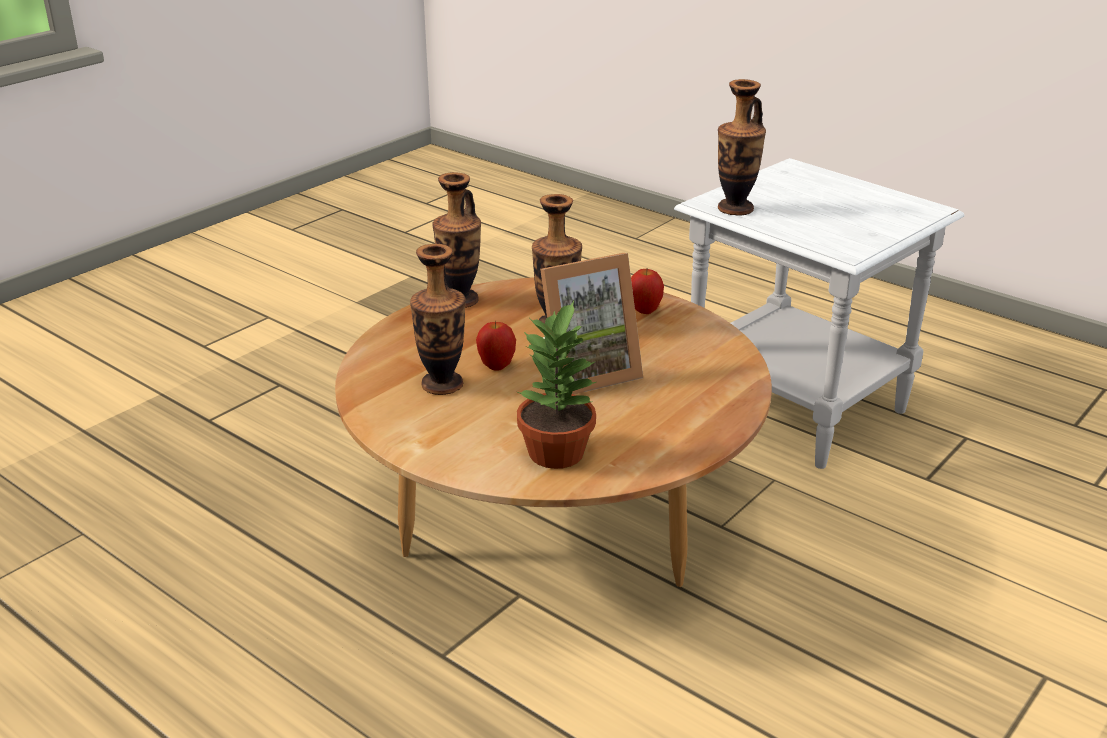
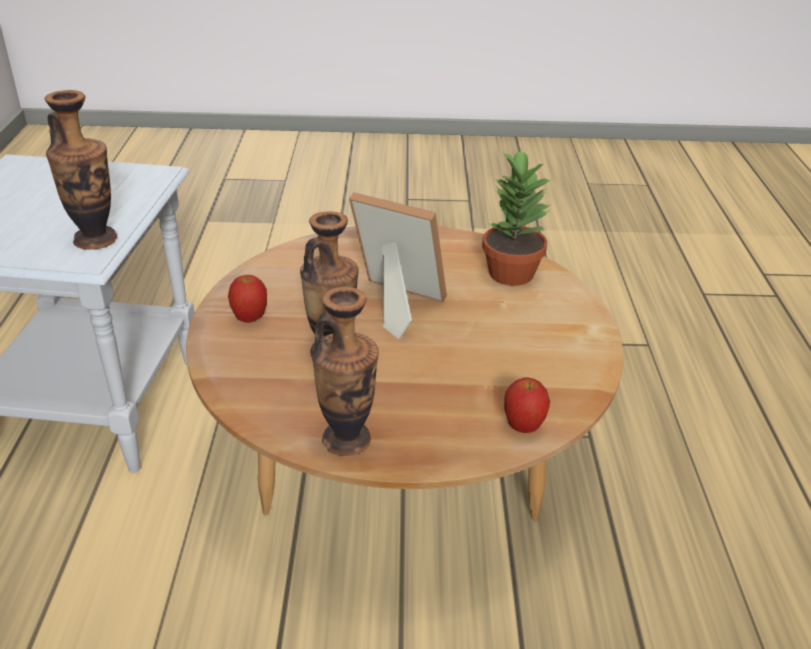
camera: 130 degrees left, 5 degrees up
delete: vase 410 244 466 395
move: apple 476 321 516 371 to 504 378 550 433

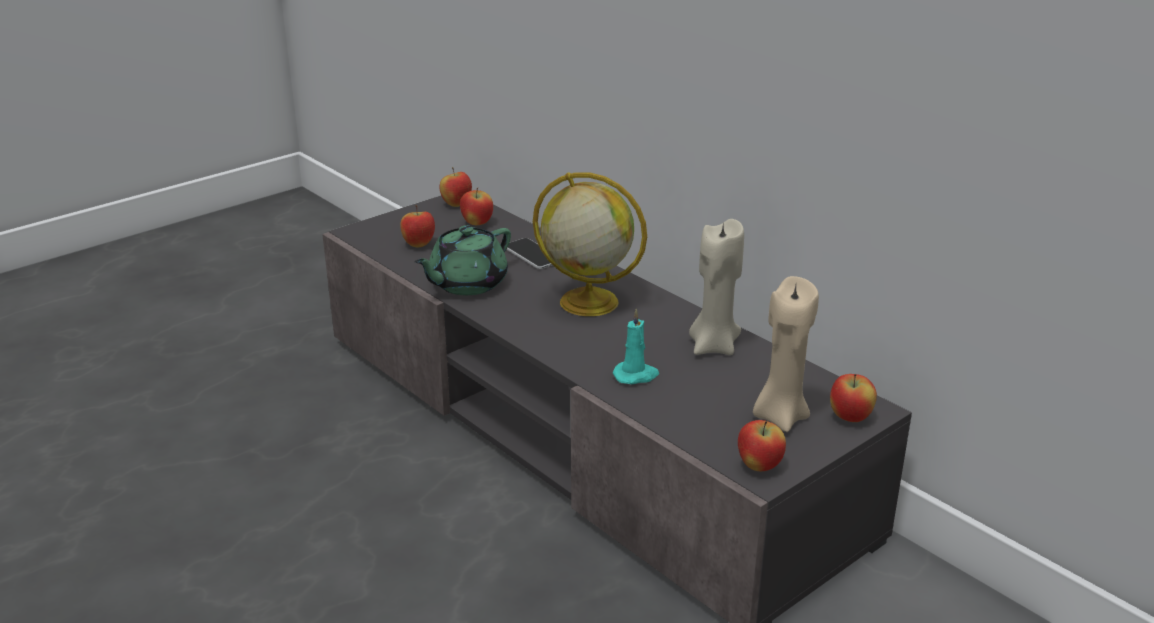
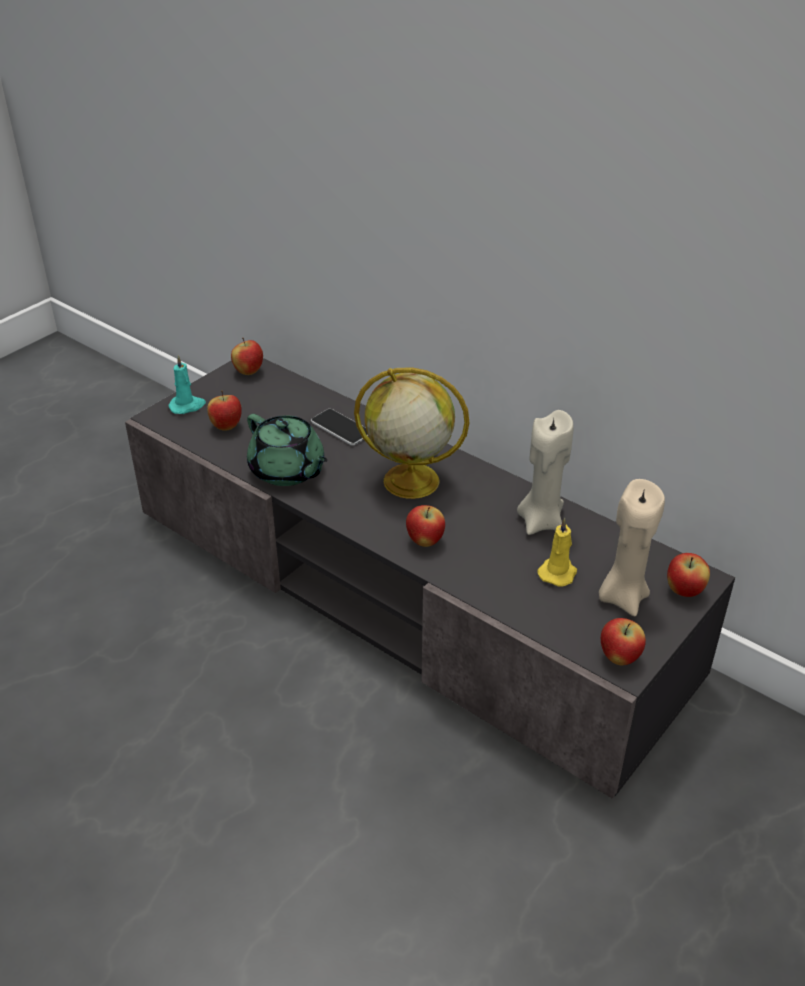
camera: 10 degrees left, 10 degrees up
insert: yellow candle 537 518 577 587
move: apple 460 188 493 225 to 406 505 445 547; turquoise candle 613 308 659 384 to 168 355 206 414
rotate: green teapot 414 225 511 295 = 247 414 328 486 75 degrees counterclockwise

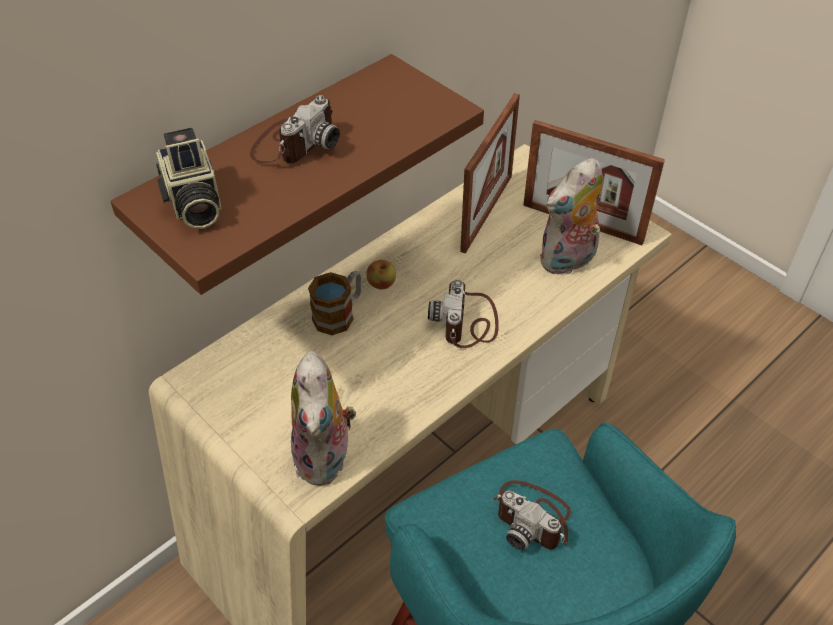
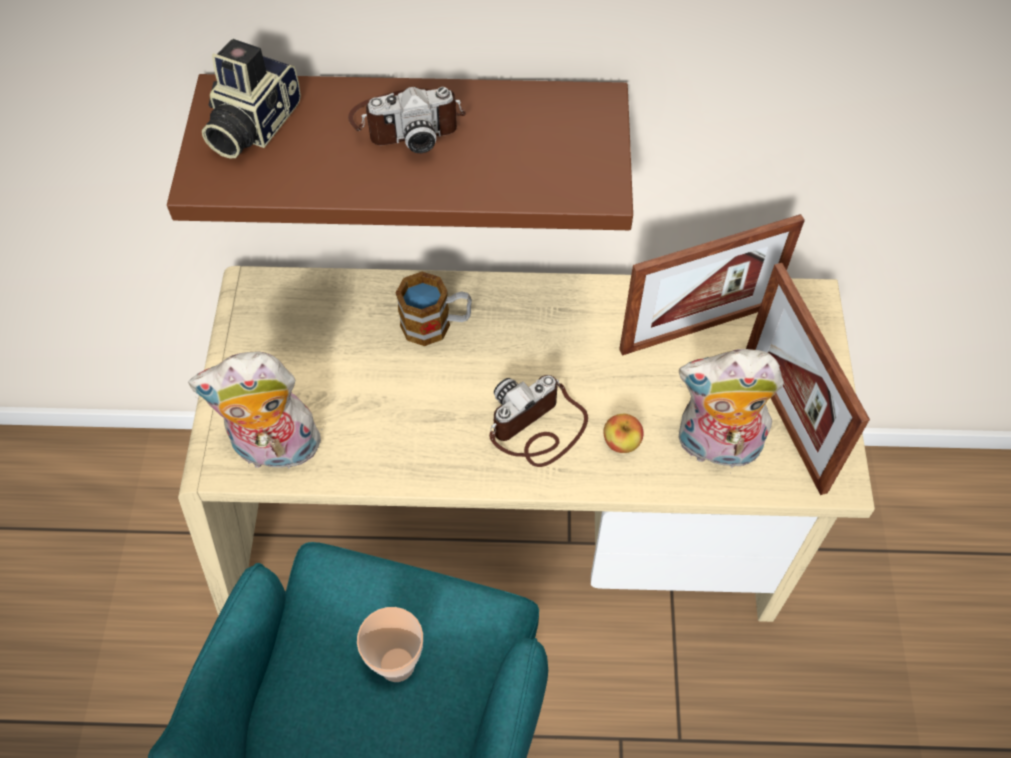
camera: 45 degrees right, 10 degrees up
move: apple 366 260 396 290 to 603 414 644 453
replace: photo camera 493 480 571 550 to cup 357 607 423 682
rotate: plush toy 291 351 356 486 = 188 351 326 475 45 degrees clockwise

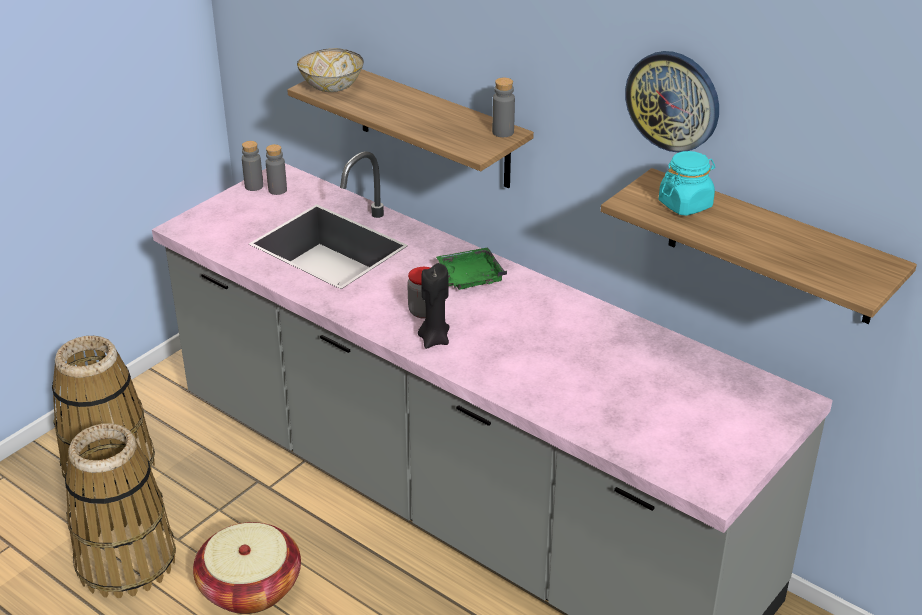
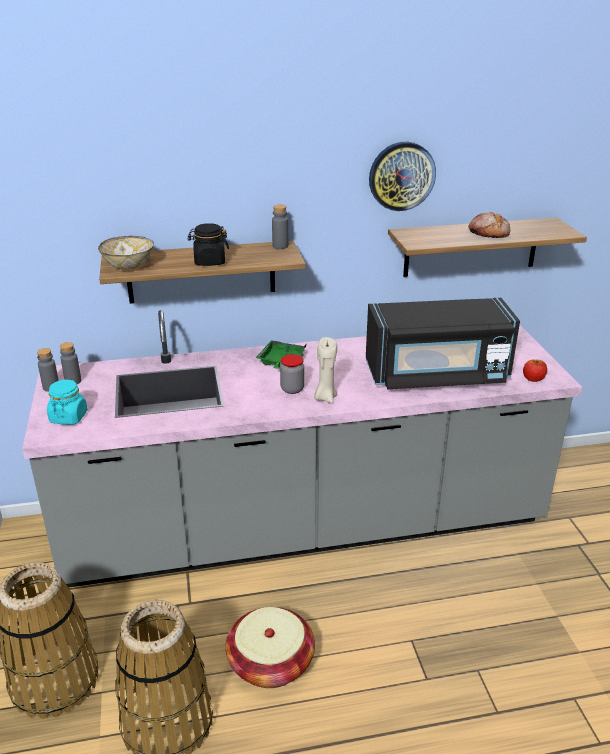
camera: 50 degrees left, 5 degrees down
insert: black jar 188 223 229 266; black microwave 366 298 520 389; bread 468 212 510 238; apple 523 359 547 382
move: turquoise jar 659 151 715 216 to 47 380 88 425
recolor: black candle 418 263 450 349 to beige candle 314 337 337 403

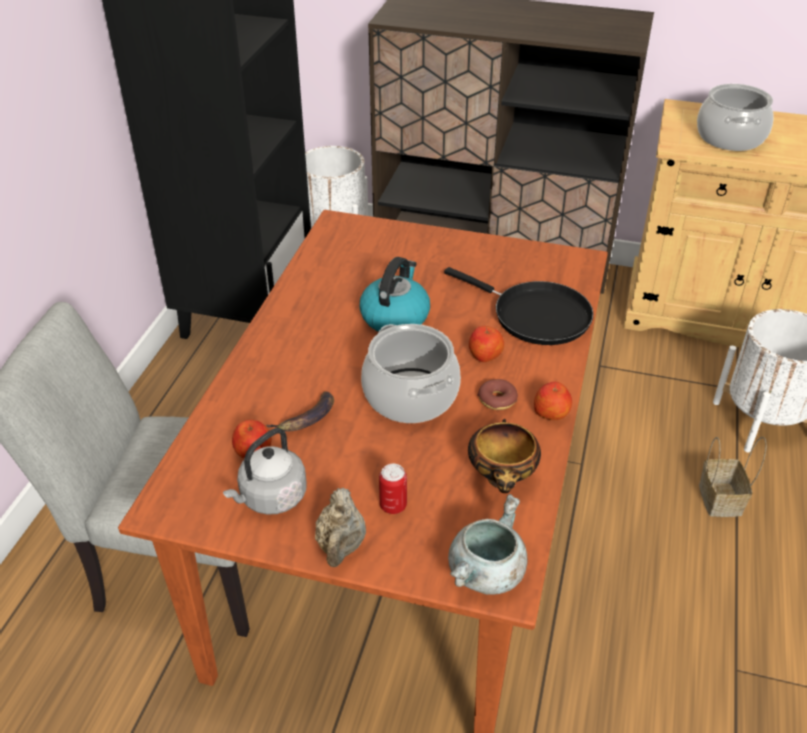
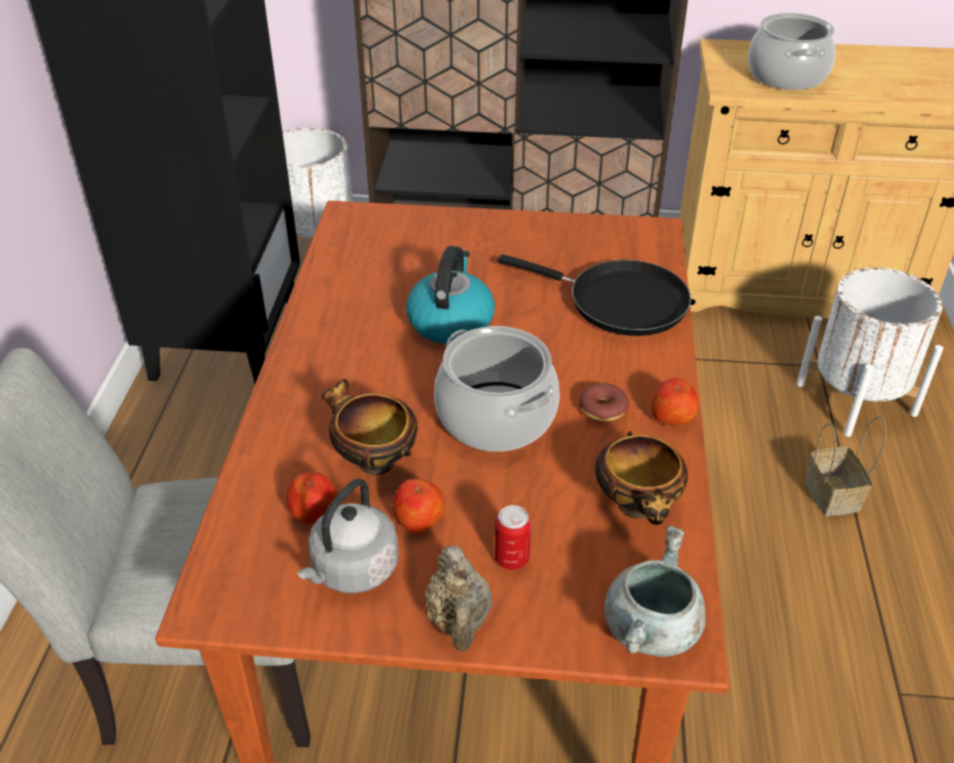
camera: 10 degrees left, 0 degrees up
move: apple 469 326 504 362 to 393 479 445 533
replace: banana 266 391 334 432 to bowl 322 379 417 475

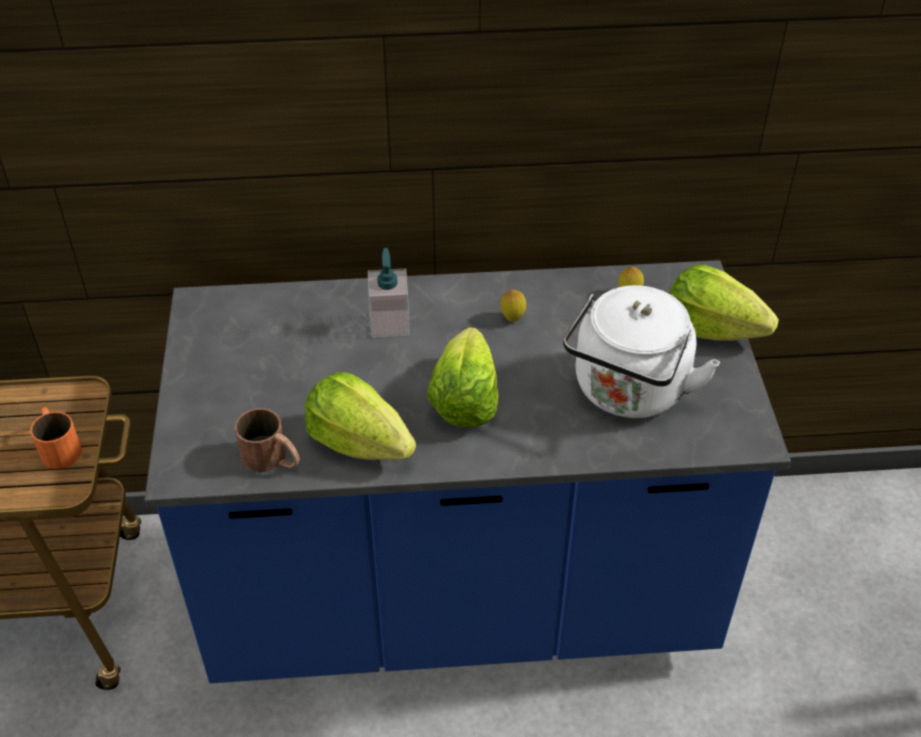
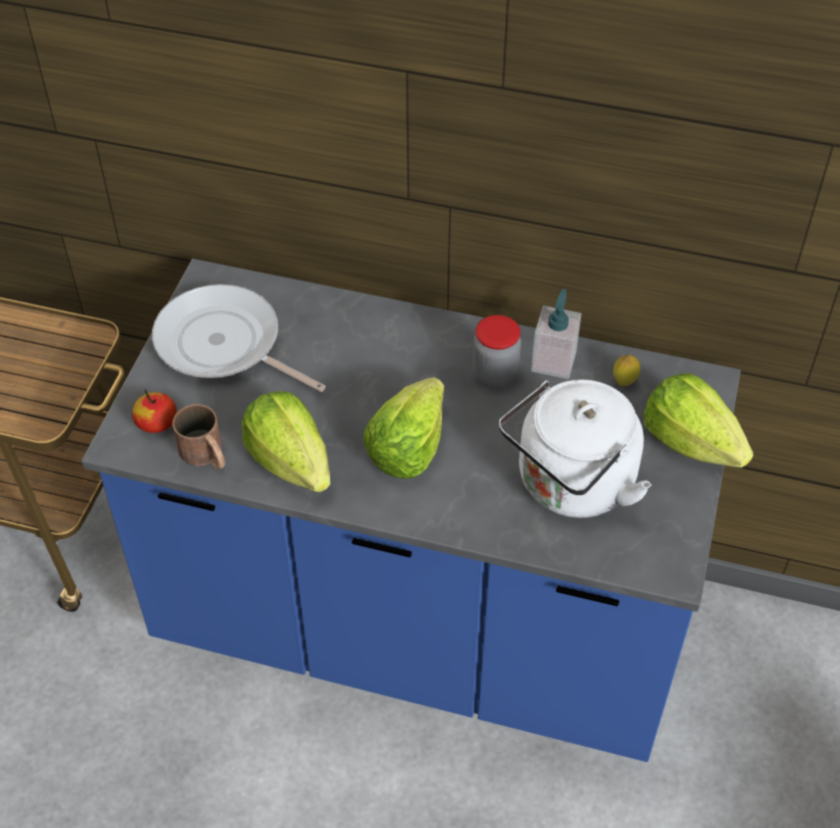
camera: 20 degrees right, 5 degrees up
delete: orange mug 30 407 82 469
insert: apple 132 390 177 433; frying pan 152 284 326 392
move: soap dispenser 368 248 410 338 to 531 289 581 379
replace: lemon 501 289 526 322 to jar 472 315 521 389

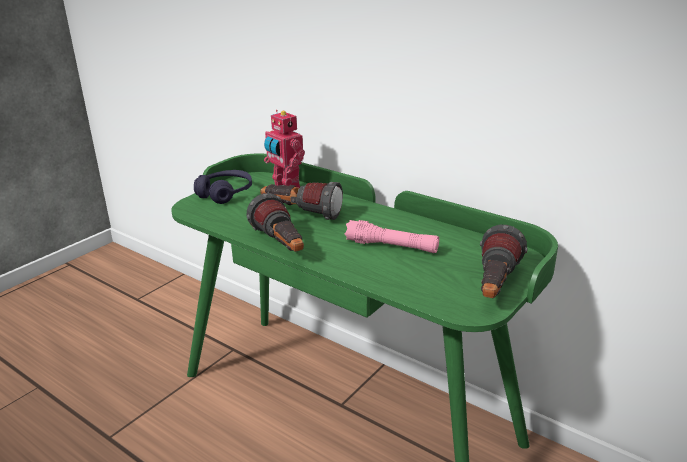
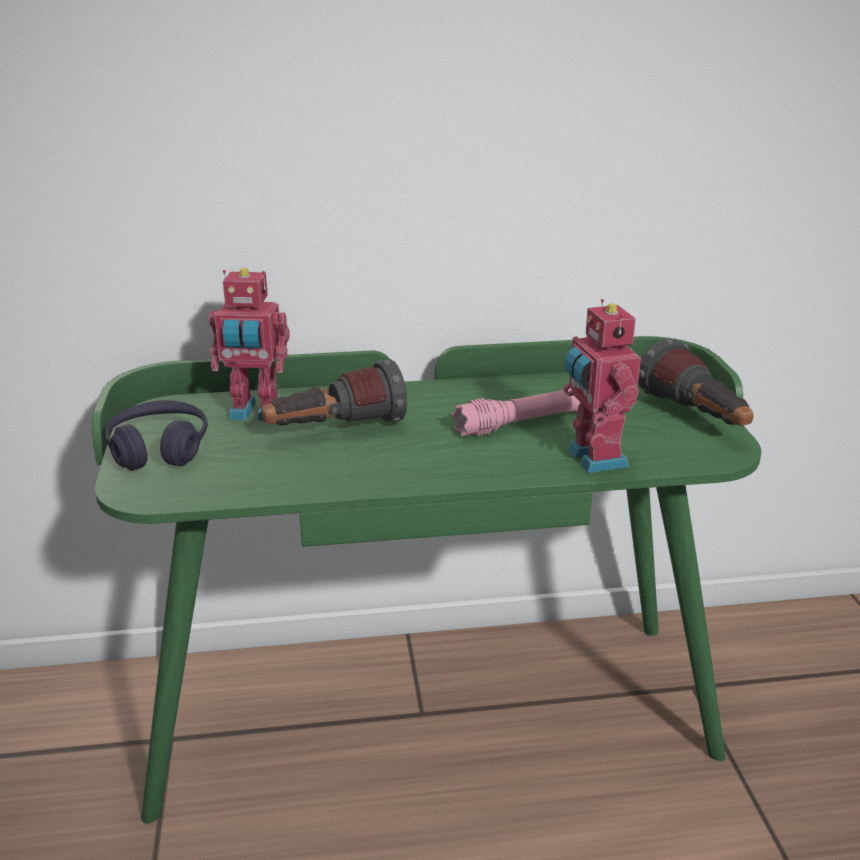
camera: 45 degrees left, 0 degrees up
delete: flashlight 246 193 304 252
insert: toy robot 563 299 641 473

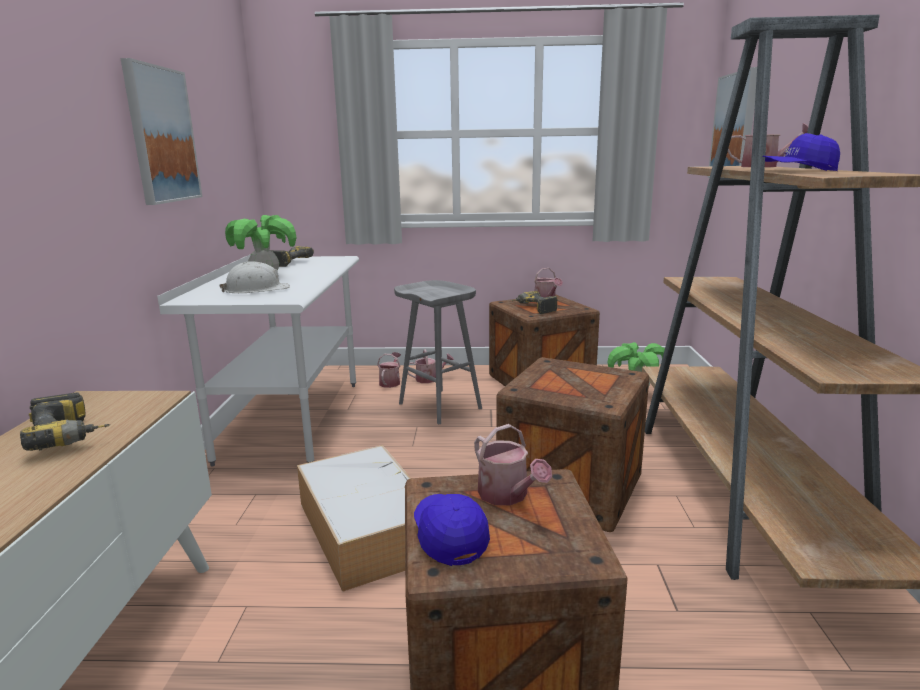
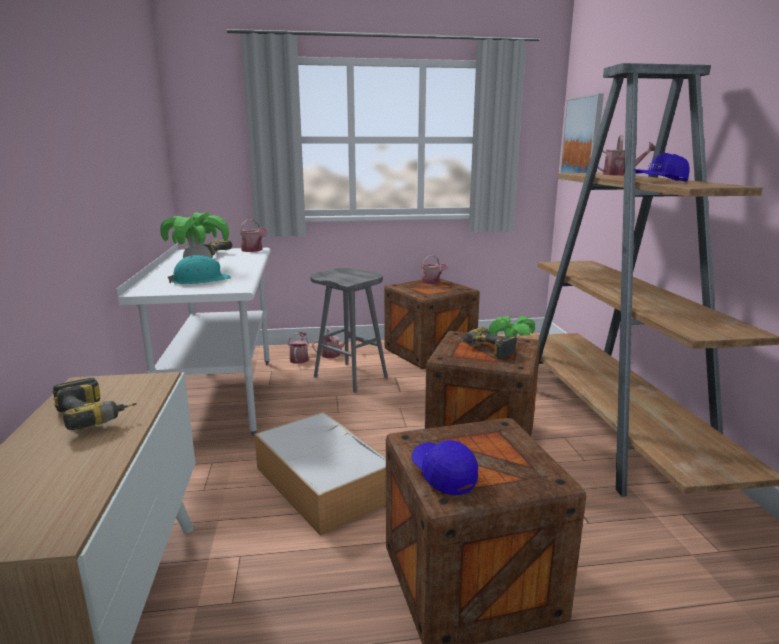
camera: 10 degrees left, 0 degrees up
delete: picture 121 58 202 205
move: watering can 474 424 552 505 to 240 219 267 252; power drill 511 291 558 314 to 459 327 517 359
recolor: white hard hat 220 261 290 293 to turquoise hard hat 168 255 231 284

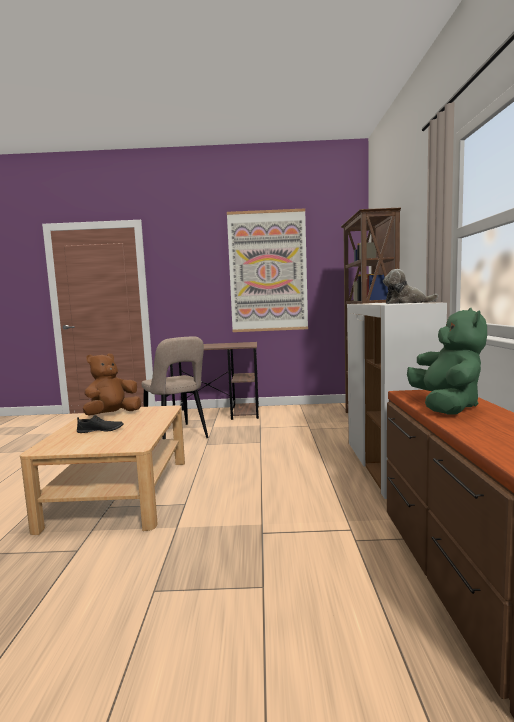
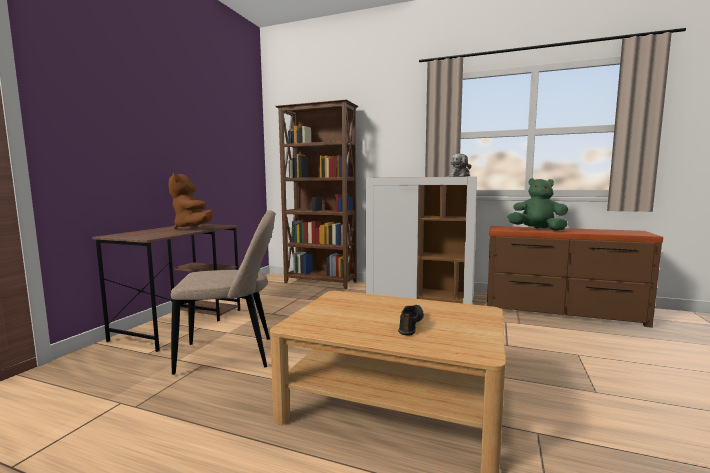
camera: 70 degrees left, 0 degrees up
delete: picture 227 208 308 332
move: brown plush toy 83 354 141 415 to 169 173 213 229

